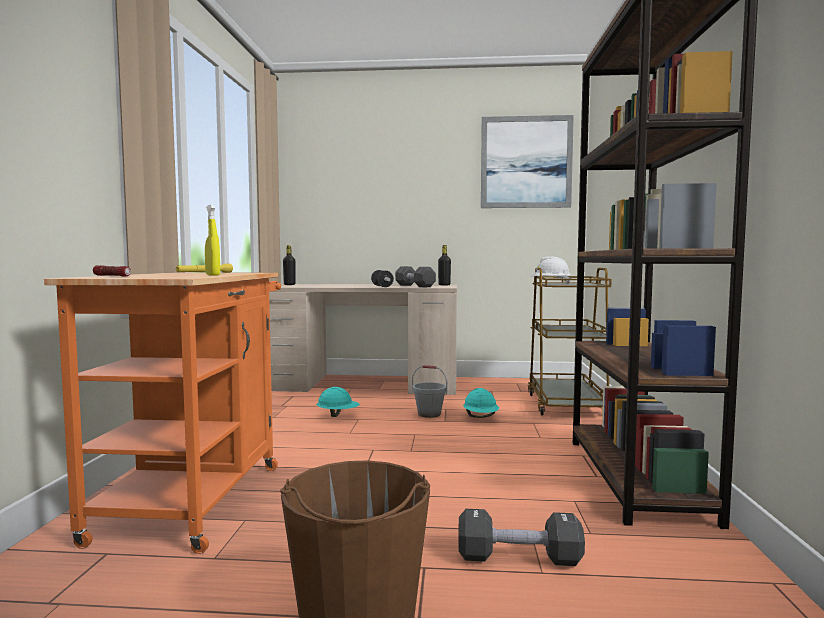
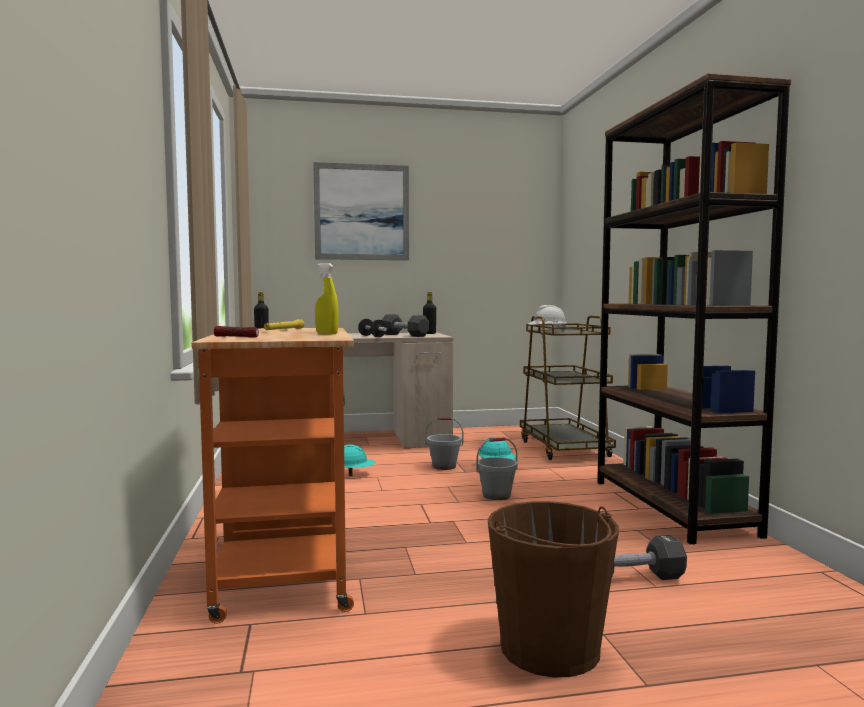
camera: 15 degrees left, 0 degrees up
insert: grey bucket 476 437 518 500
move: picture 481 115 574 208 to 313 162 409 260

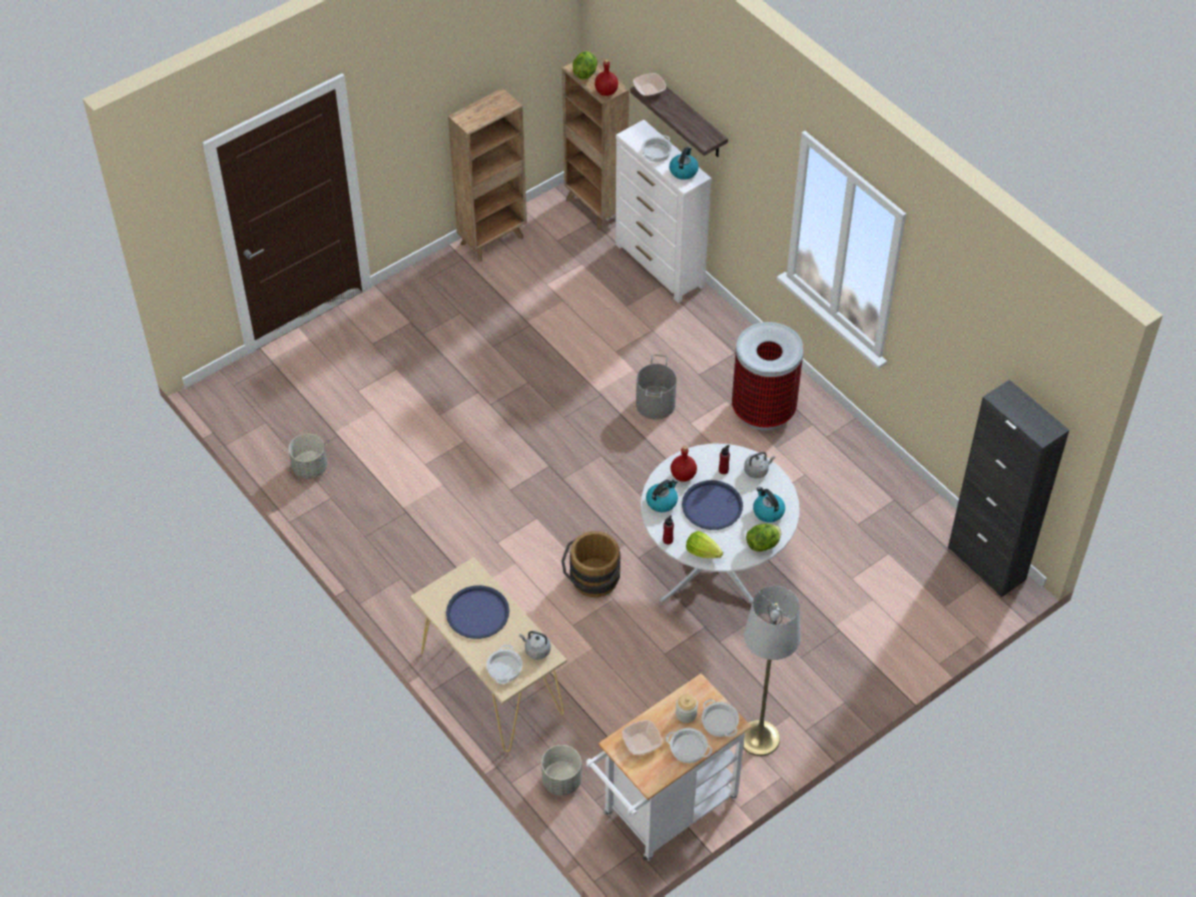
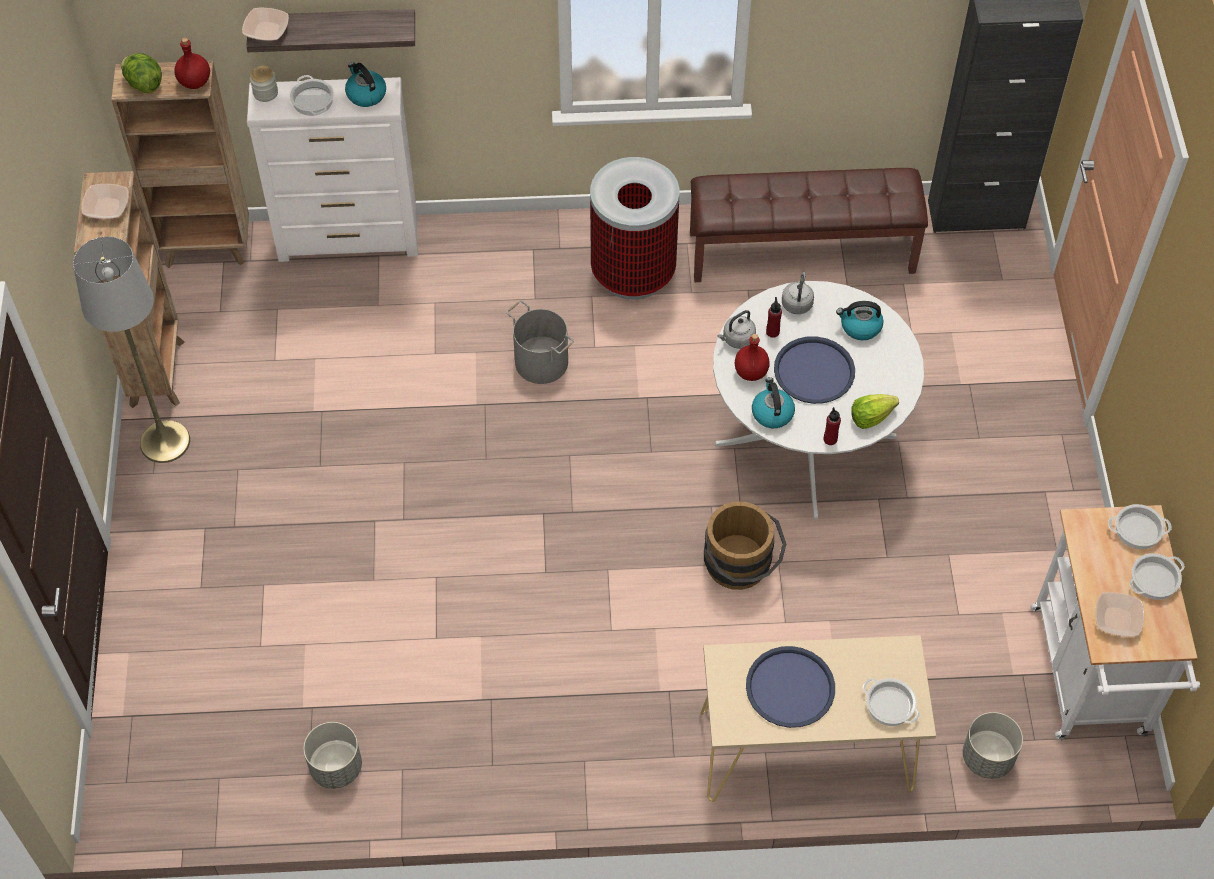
camera: 55 degrees left, 5 degrees up
delete: lettuce 746 524 781 552
insert: bowl 81 184 129 219; brown bench 690 168 928 282
move: grey kettle 519 631 551 660 to 717 310 756 349; jar 676 694 698 723 to 250 66 278 102; grey floor lamp 743 586 801 756 to 73 236 190 463

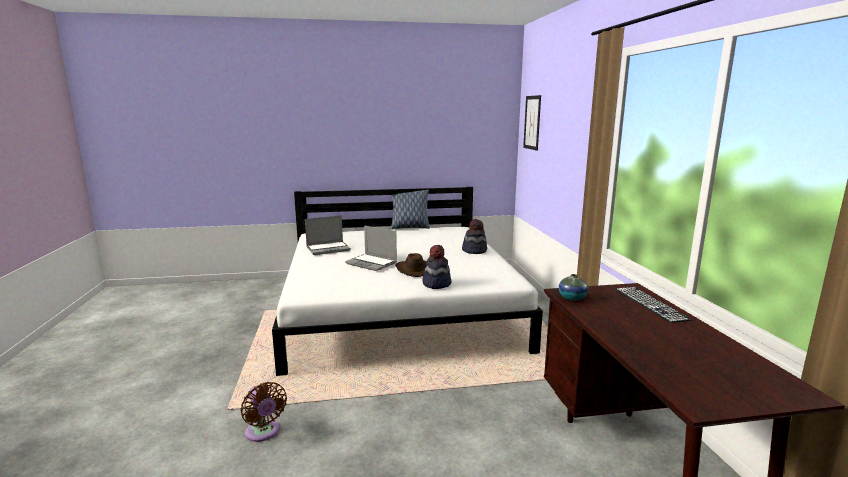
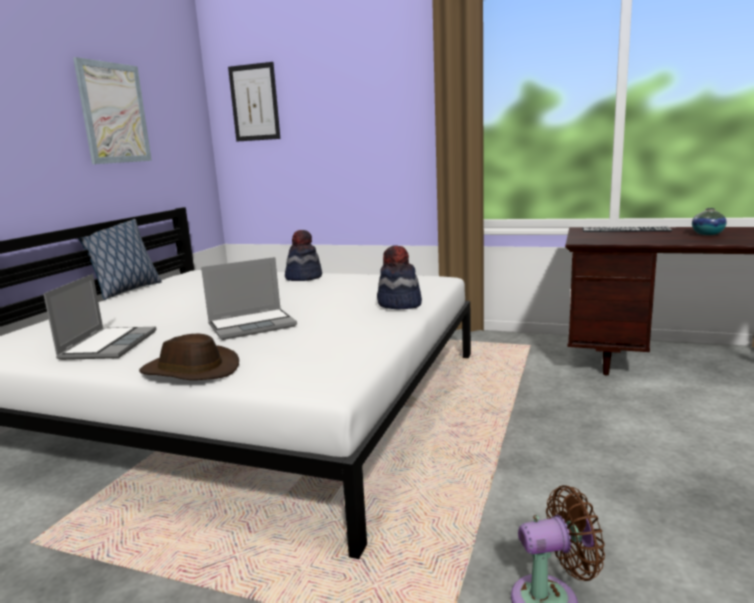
camera: 60 degrees left, 0 degrees up
insert: picture 73 57 152 164
move: brown hat 396 253 426 277 to 139 334 239 380; vase 559 274 588 301 to 692 208 727 235

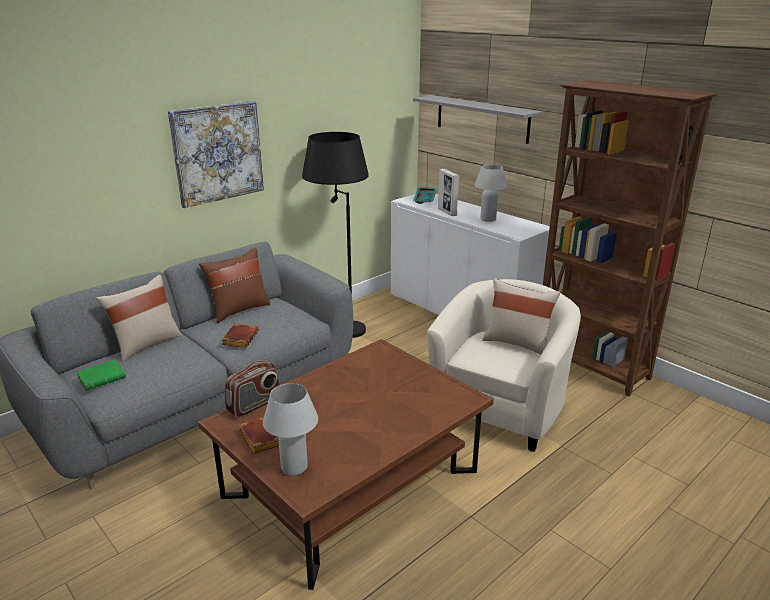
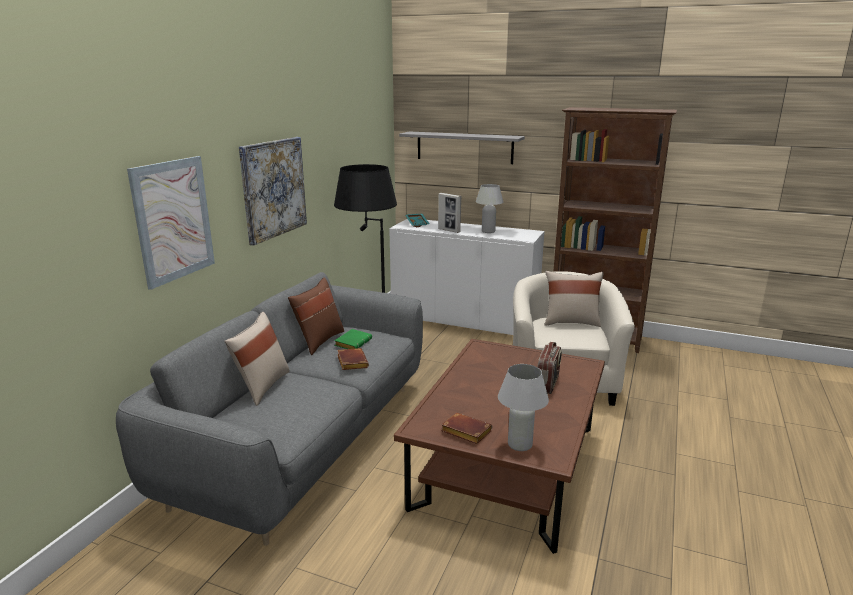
camera: 25 degrees left, 5 degrees down
insert: picture 127 156 215 290
move: green book 77 360 126 391 to 334 329 372 349; radio 225 360 281 418 to 537 342 562 394

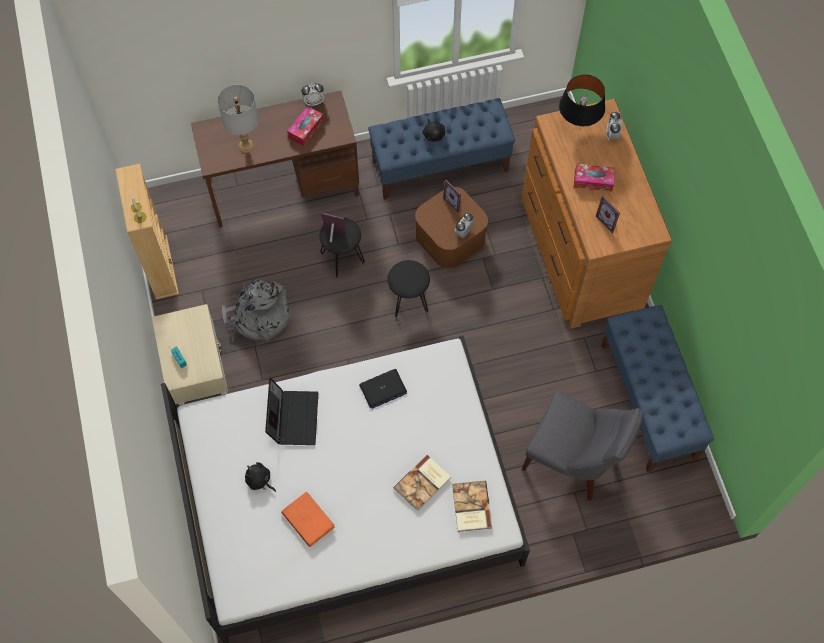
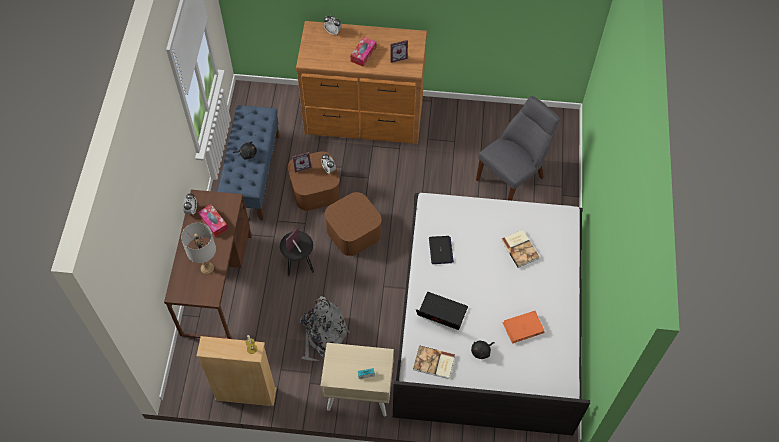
camera: 70 degrees left, 5 degrees down
delete: black table lamp 559 75 605 126; blue bench 601 305 714 472
move: book 452 481 492 532 to 413 345 455 379
replace: black stool 387 260 430 318 to brown storage box 325 192 381 256

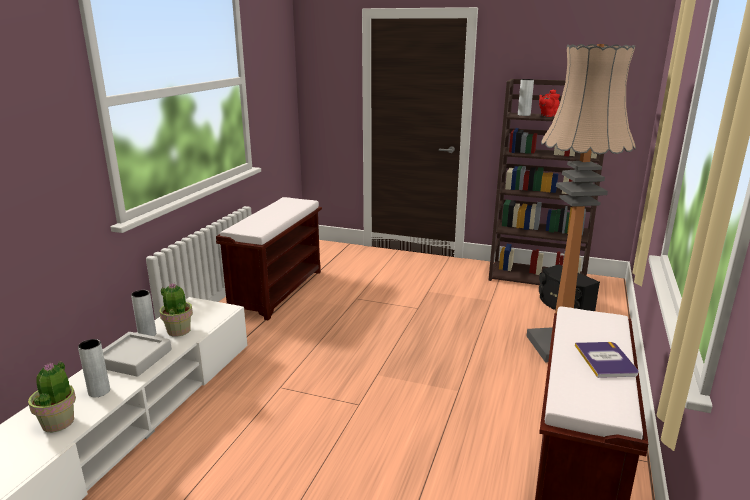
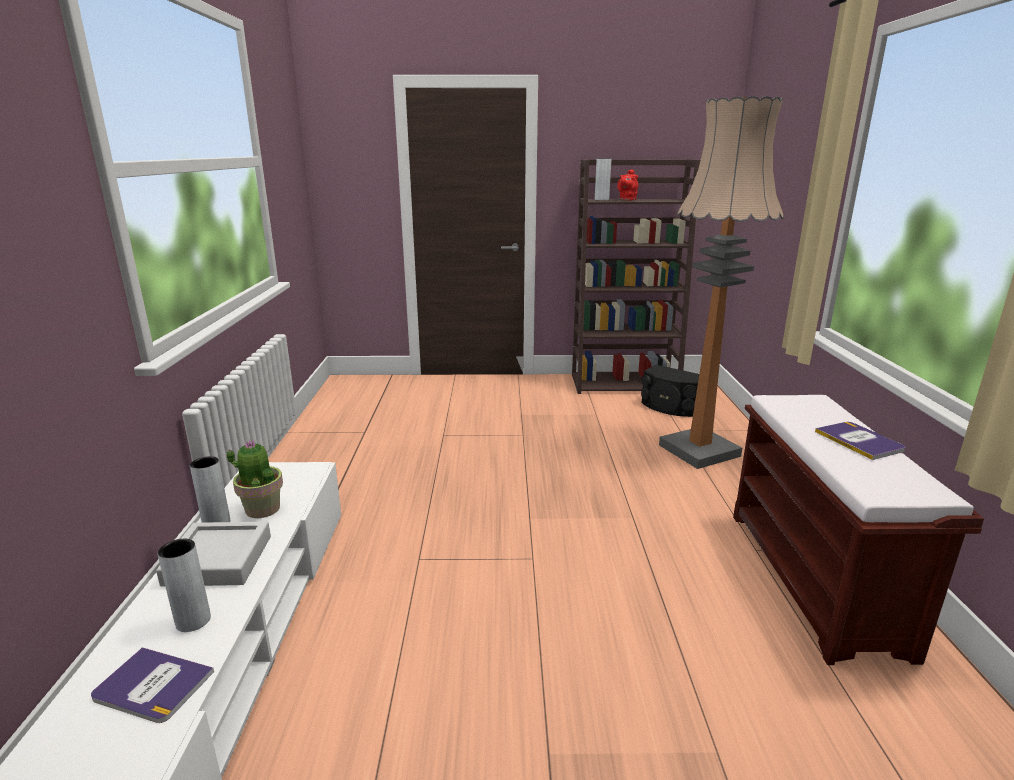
camera: 20 degrees left, 0 degrees up
delete: brown bench 216 197 322 320
replace: potted plant 28 361 76 432 to book 91 647 214 723

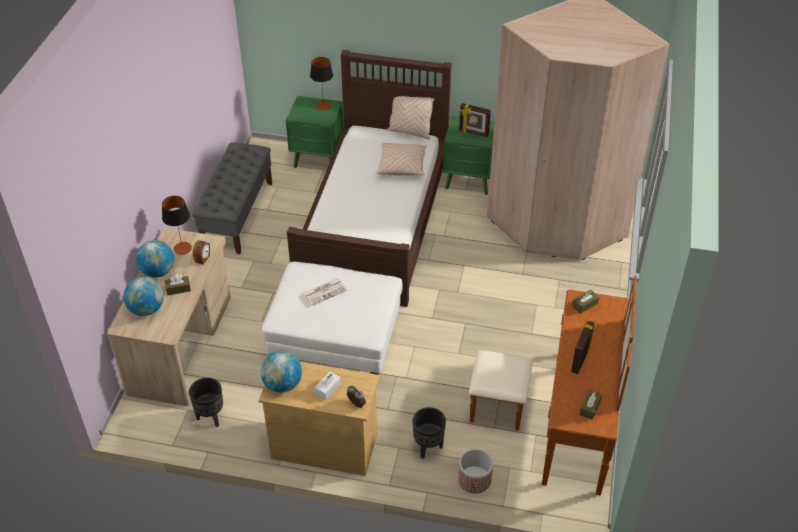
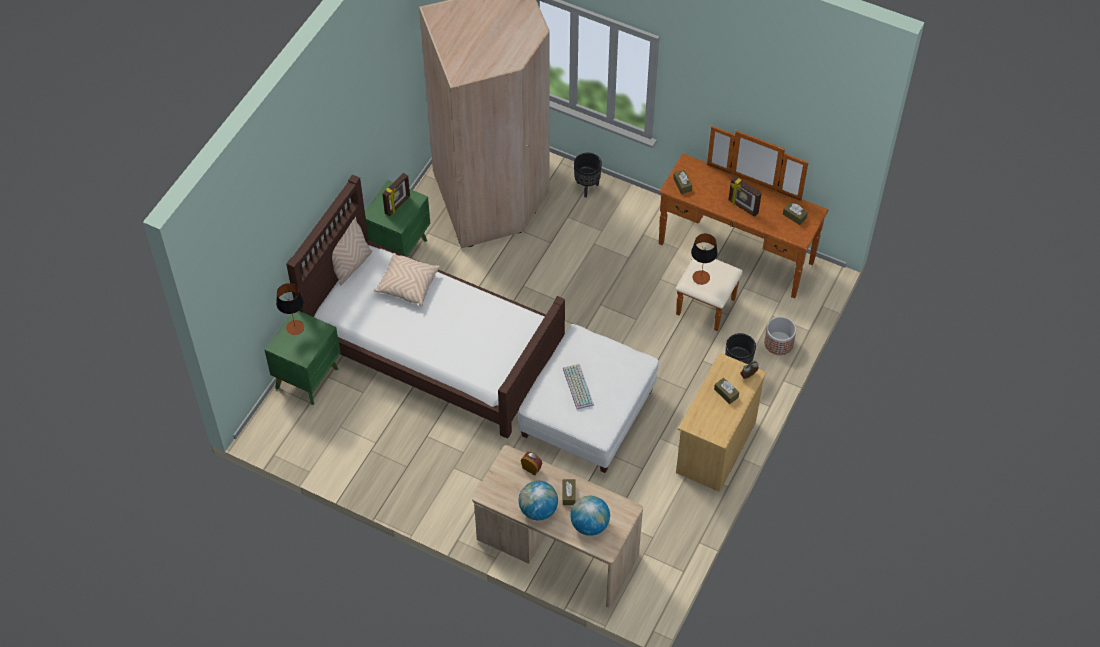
camera: 75 degrees left, 10 degrees up
delete: grey bench 193 143 272 254; globe 260 351 302 393
move: table lamp 162 196 192 255 to 691 234 718 285; black planter 189 378 223 427 to 574 153 602 197
replace: newspaper 302 278 348 306 to keyboard 563 364 594 409
recolor: white tissue box 315 372 341 400 to brown tissue box 714 378 739 404

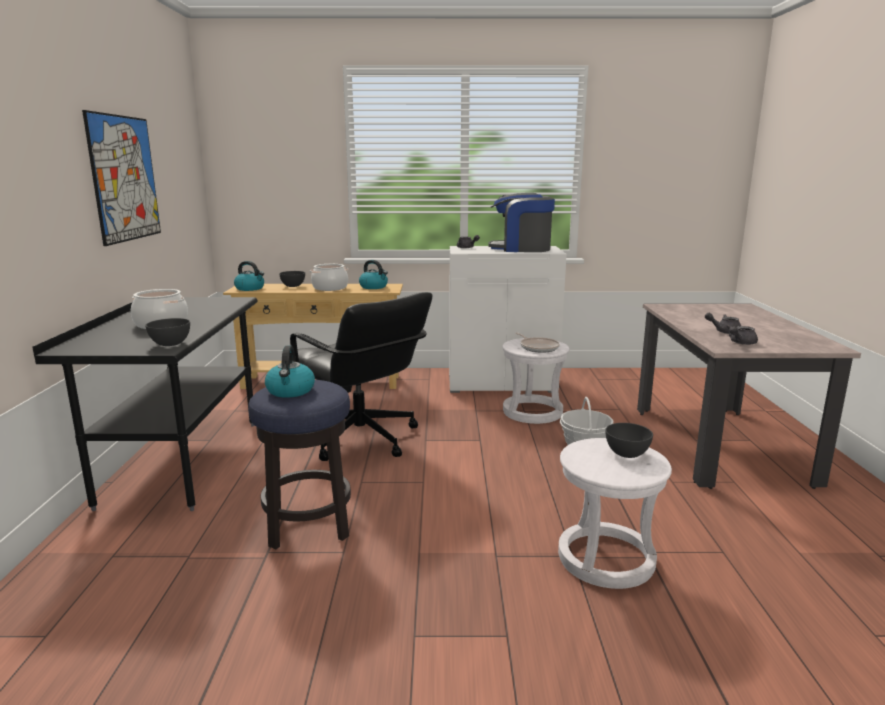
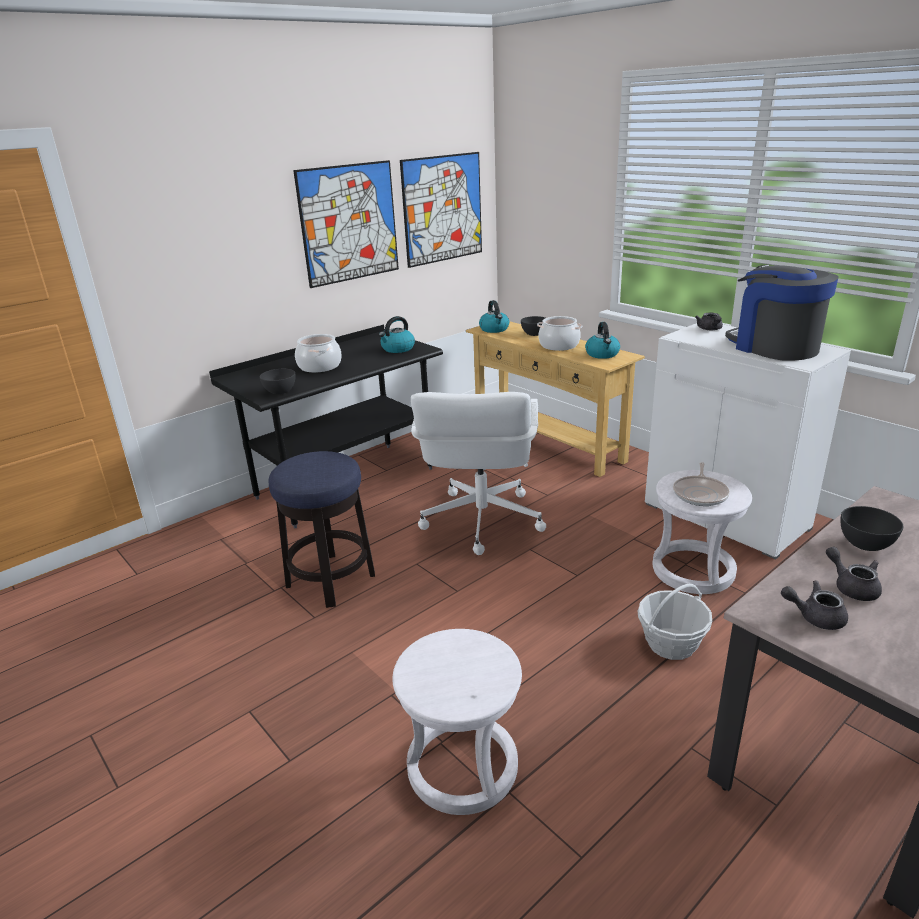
camera: 50 degrees right, 10 degrees up
insert: picture 400 152 482 268
move: kettle 265 345 315 398 to 379 316 415 353; grey bowl 605 423 653 458 to 841 506 903 551
recolor: black office chair 290 292 432 461 to white office chair 411 392 546 555

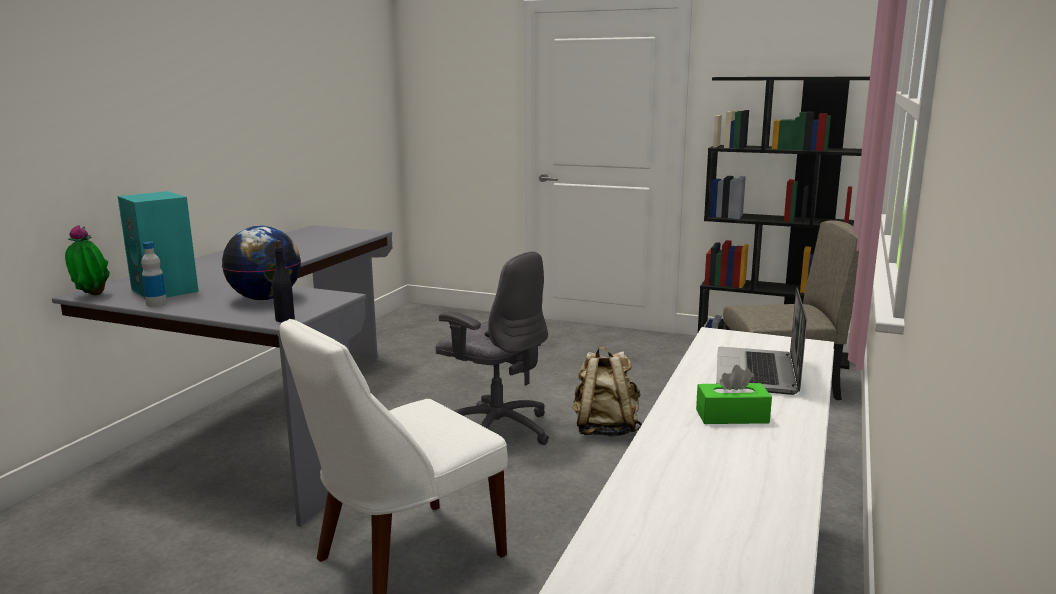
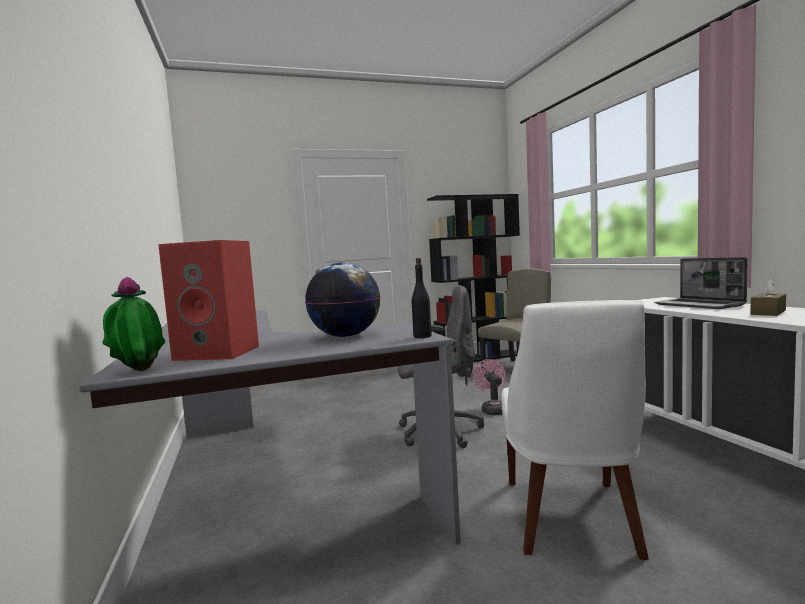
camera: 40 degrees left, 10 degrees down
delete: bottle 141 242 167 307
replace: beige backpack 572 346 642 437 to pink fan 473 359 506 415
recolor: turquoise speaker 118 191 199 298 to red speaker 158 240 259 361; green tissue box 696 365 772 424 to brown tissue box 750 279 786 316

